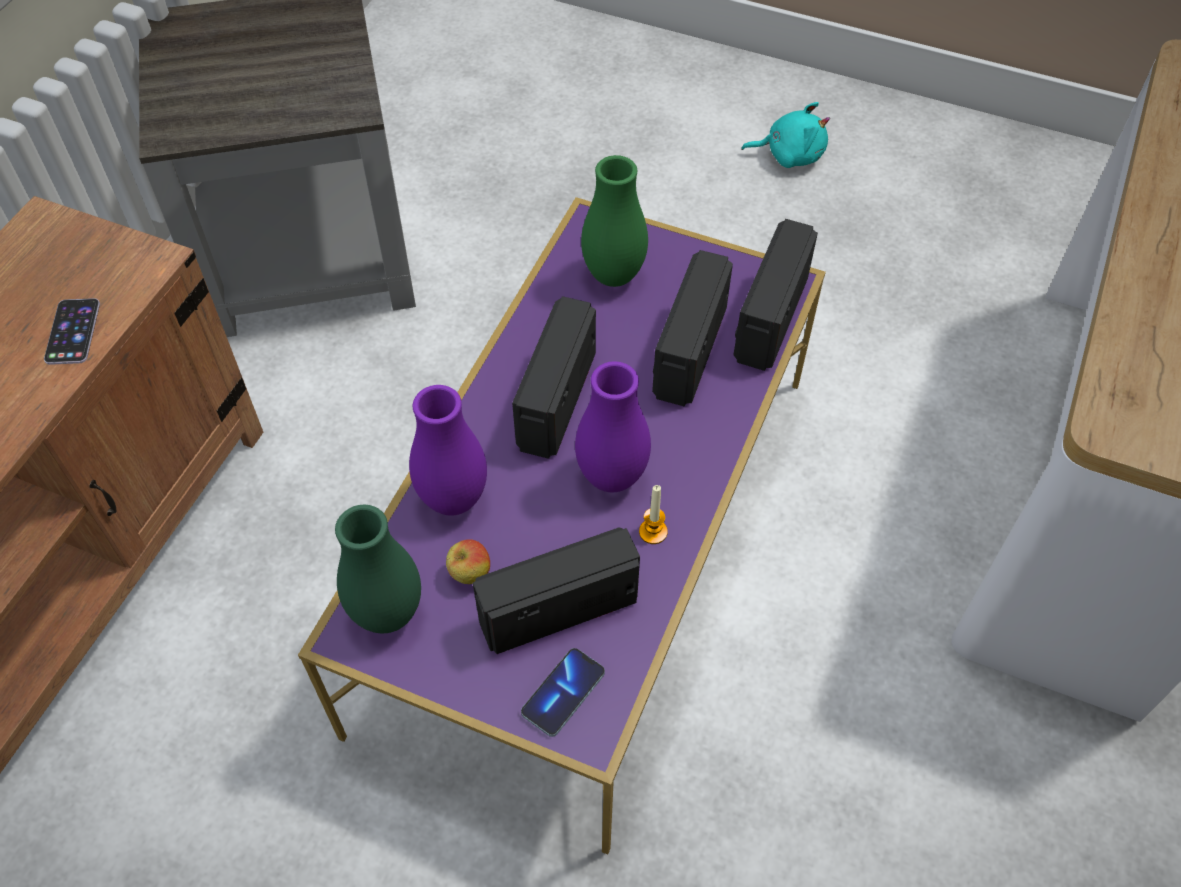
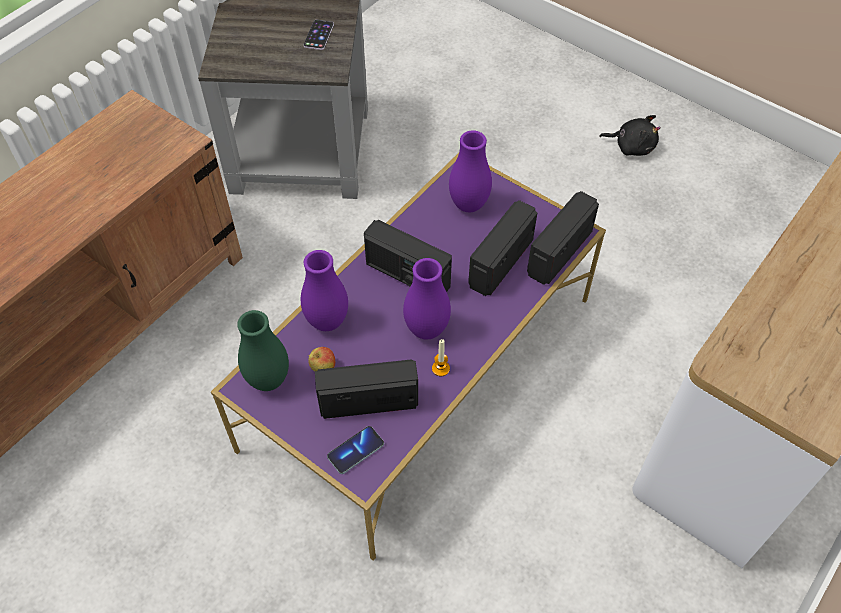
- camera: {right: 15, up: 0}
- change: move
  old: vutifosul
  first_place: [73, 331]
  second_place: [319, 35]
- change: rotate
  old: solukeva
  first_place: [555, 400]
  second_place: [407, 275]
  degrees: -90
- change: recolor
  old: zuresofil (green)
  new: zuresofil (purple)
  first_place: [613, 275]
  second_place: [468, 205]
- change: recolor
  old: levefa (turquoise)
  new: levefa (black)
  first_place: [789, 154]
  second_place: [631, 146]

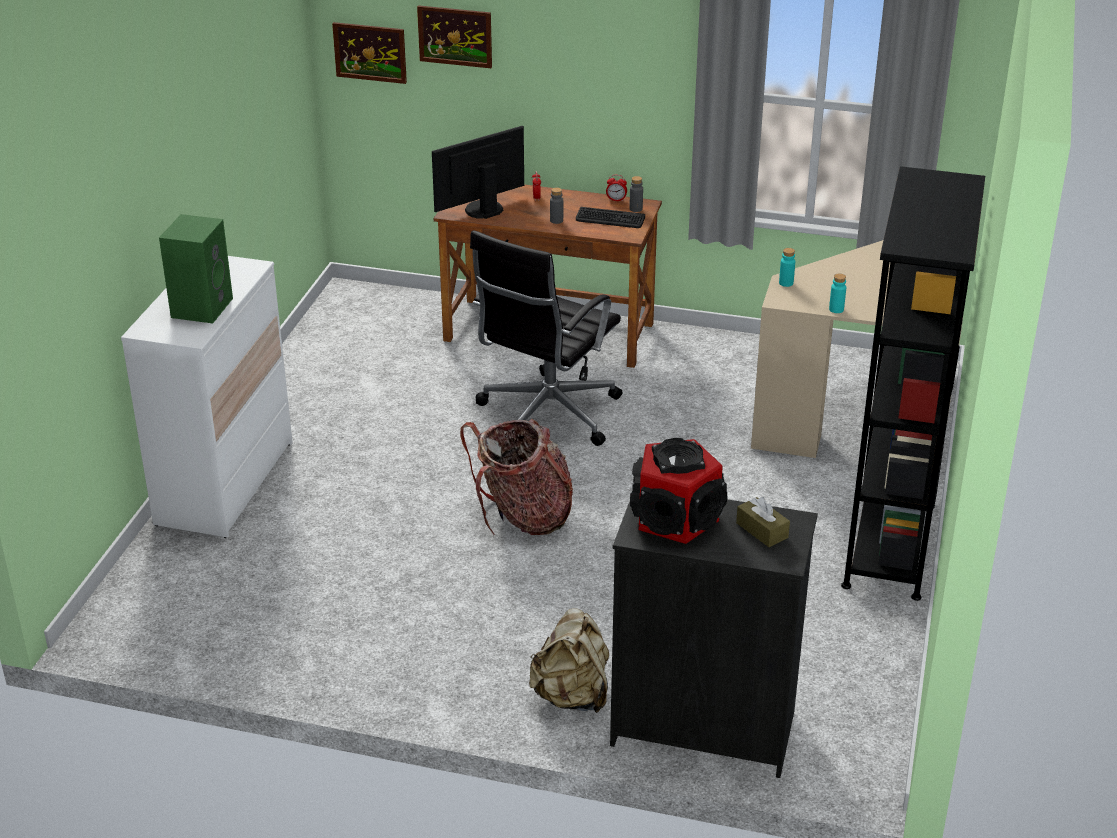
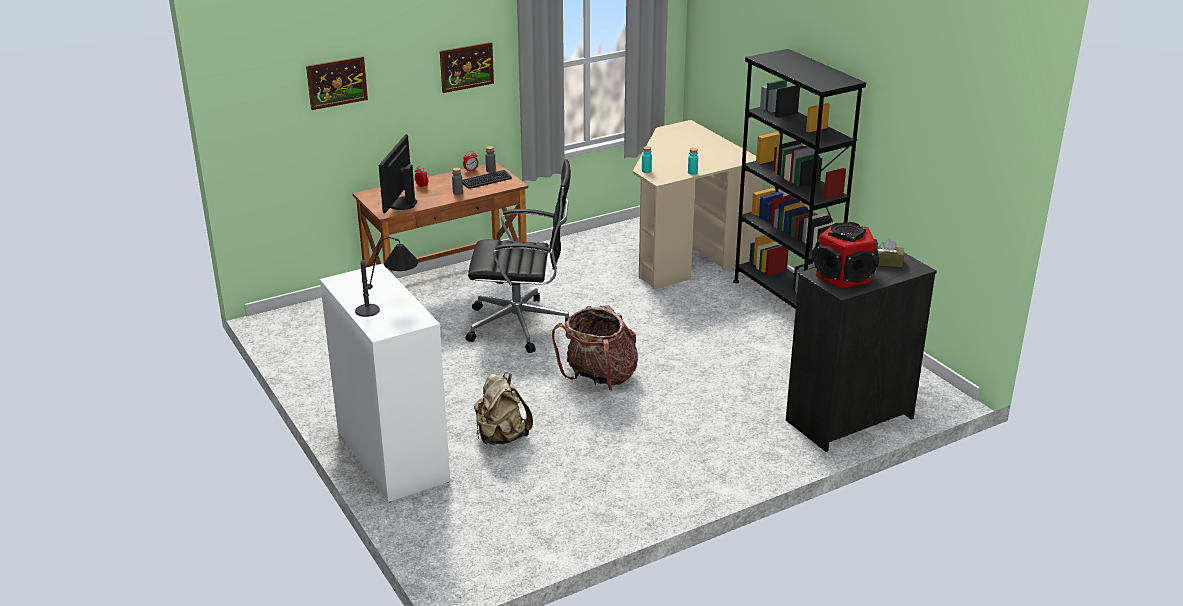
- camera: {right: -45, up: -5}
- change: replace
  old: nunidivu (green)
  new: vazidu
  first_place: [201, 307]
  second_place: [390, 304]
- change: move
  old: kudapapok
  first_place: [370, 52]
  second_place: [466, 67]
- change: rotate
  old: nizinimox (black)
  first_place: [546, 415]
  second_place: [522, 325]
  degrees: -75
- change: move
  old: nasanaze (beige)
  first_place: [572, 696]
  second_place: [501, 437]

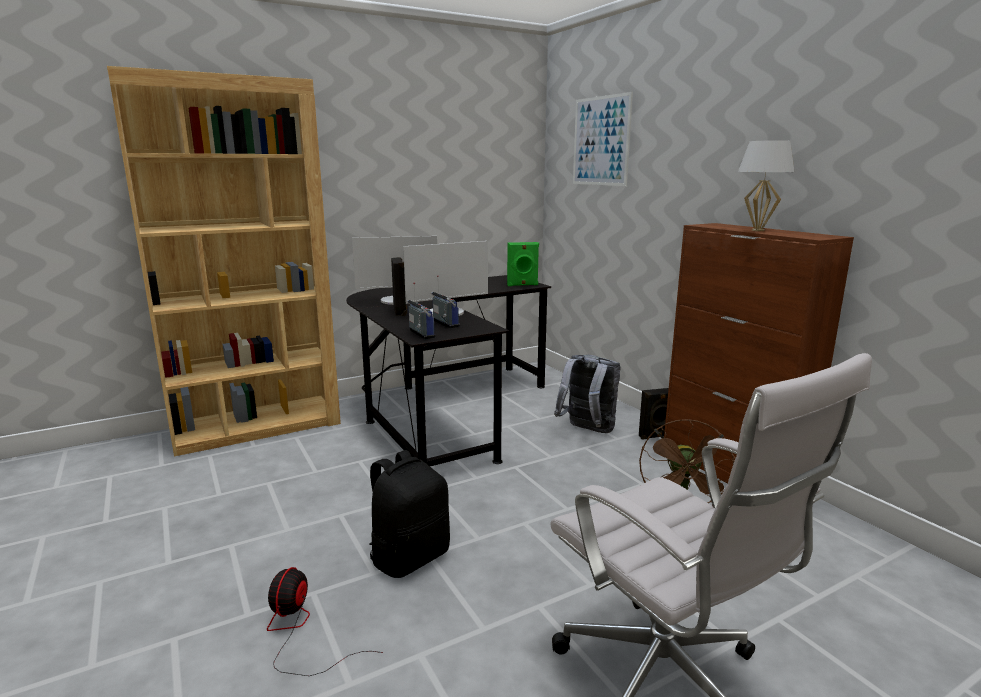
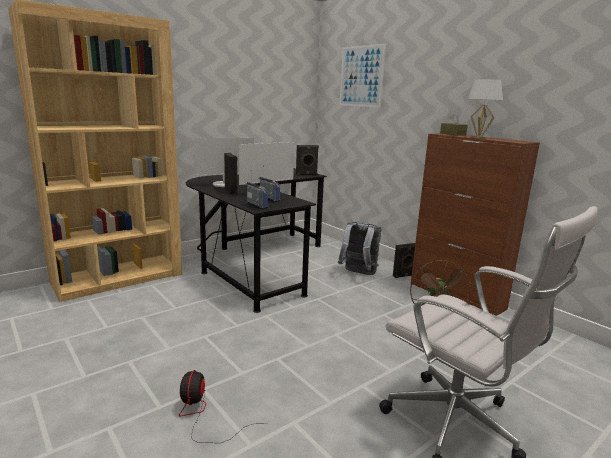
- camera: {right: -10, up: 0}
- change: recolor
  old: nunidivu (green)
  new: nunidivu (black)
  first_place: [522, 285]
  second_place: [306, 175]
- change: insert
  new: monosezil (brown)
  second_place: [452, 134]
- change: delete
  old: nasanaze (black)
  first_place: [410, 557]

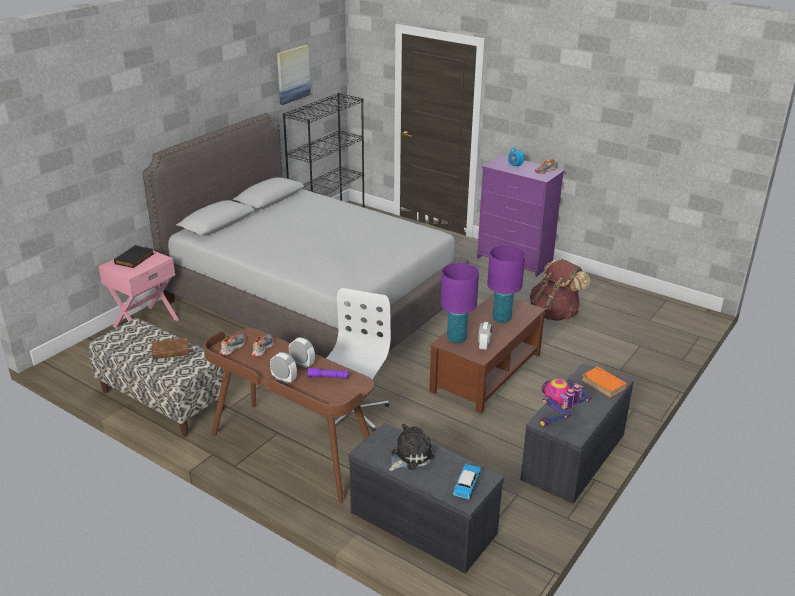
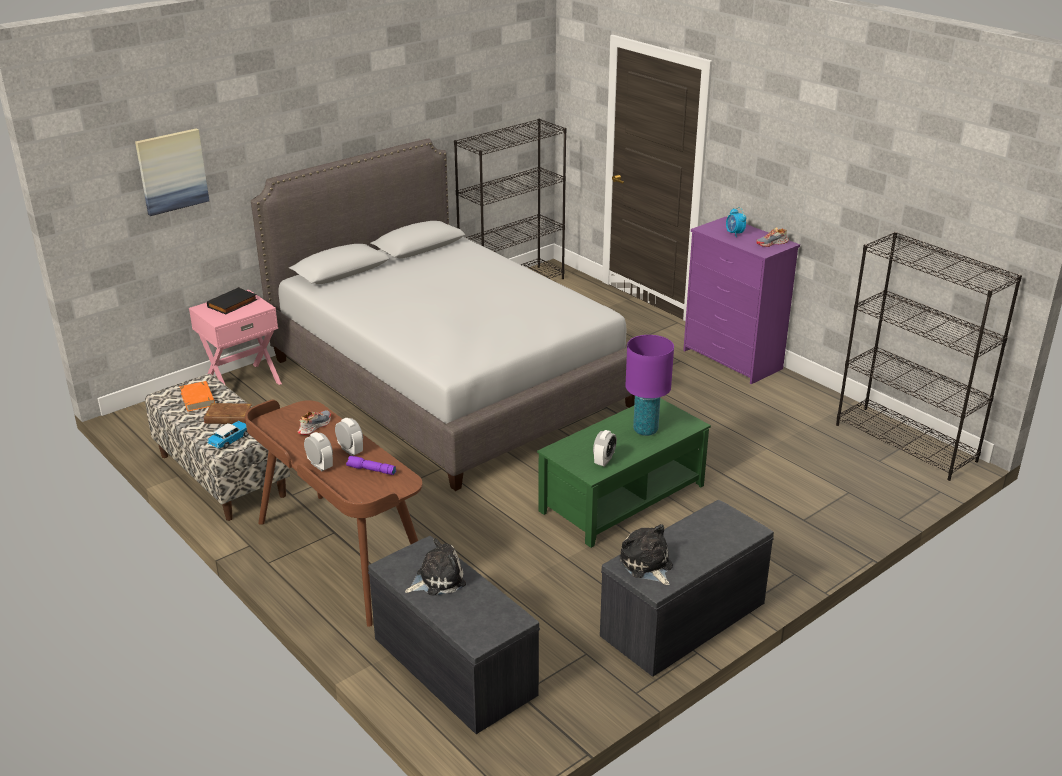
- camera: {right: 15, up: 0}
- change: move
  old: kudapapok
  first_place: [292, 74]
  second_place: [172, 171]
- change: move
  old: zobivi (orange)
  first_place: [603, 384]
  second_place: [198, 399]
- change: move
  old: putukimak
  first_place: [467, 485]
  second_place: [230, 440]
- change: recolor
  old: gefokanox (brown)
  new: gefokanox (green)
  first_place: [485, 372]
  second_place: [621, 497]
- change: replace
  old: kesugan
  new: levefa
  first_place: [559, 419]
  second_place: [647, 565]
- change: insert
  new: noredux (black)
  second_place: [906, 443]
- change: delete
  old: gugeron
  first_place: [232, 348]
- change: delete
  old: nizinimox (white)
  first_place: [352, 412]
- change: delete
  old: vazidu (purple)
  first_place: [456, 338]
- change: delete
  old: nasanaze (brown)
  first_place: [554, 314]

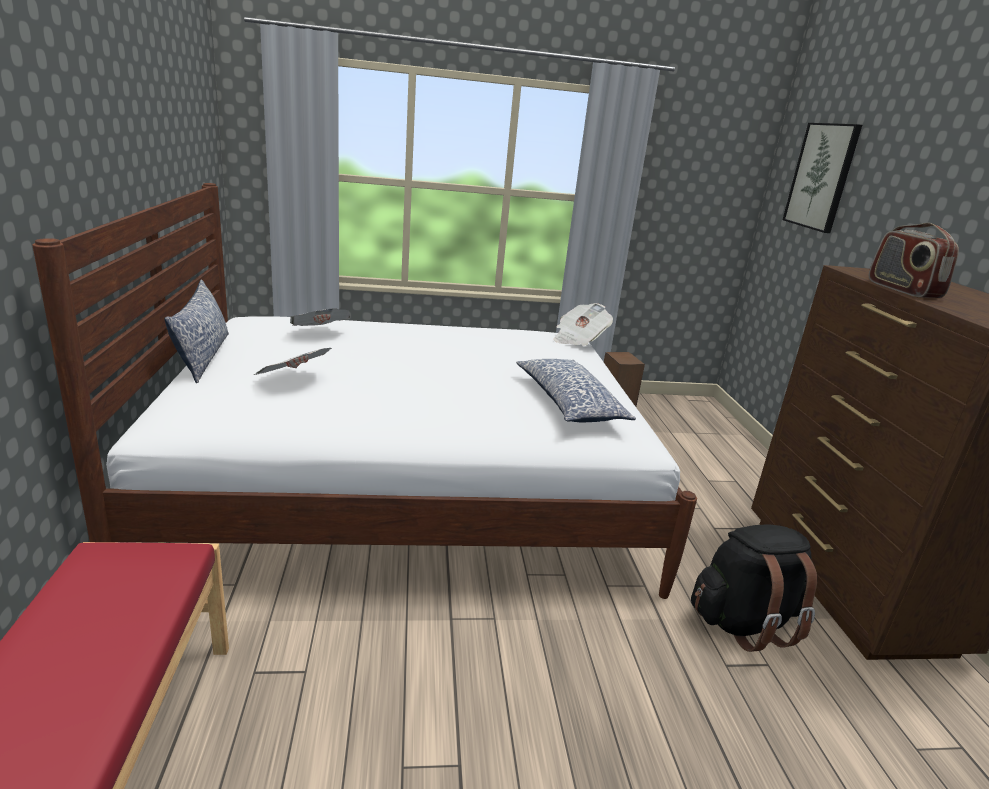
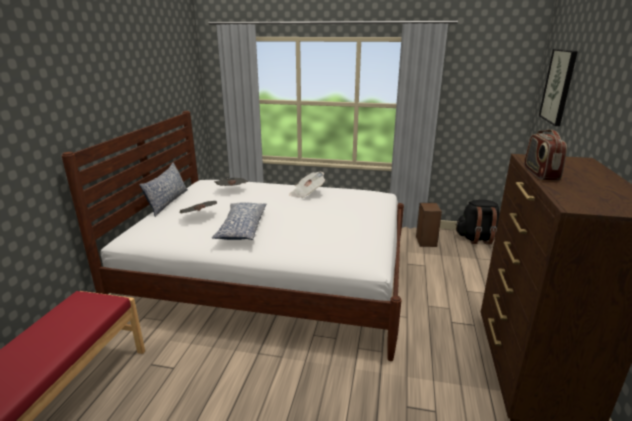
- camera: {right: 20, up: 0}
- change: move
  old: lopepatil
  first_place: [568, 403]
  second_place: [241, 228]
- change: move
  old: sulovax
  first_place: [579, 339]
  second_place: [307, 194]
- change: move
  old: nasanaze (black)
  first_place: [744, 623]
  second_place: [477, 239]

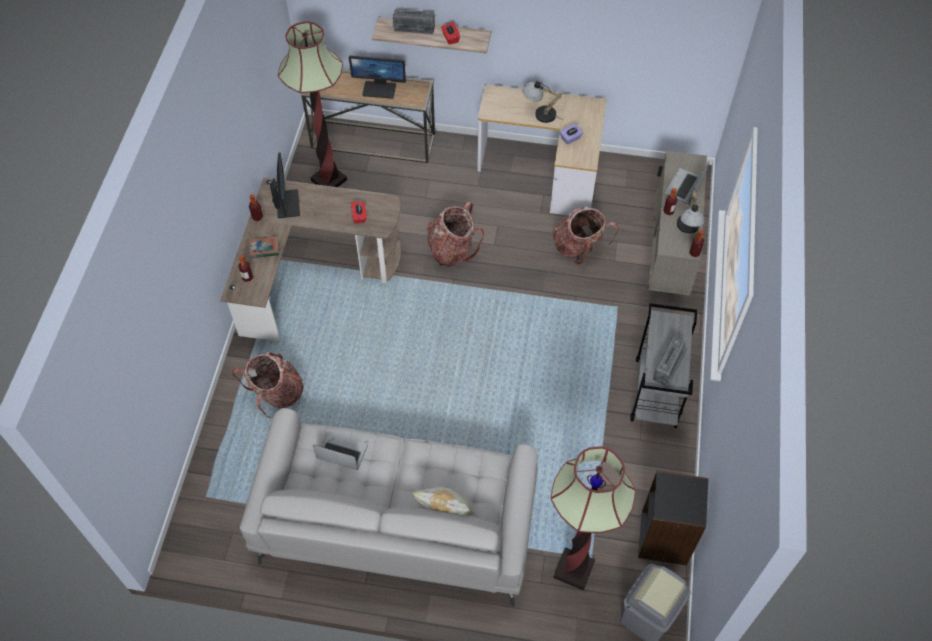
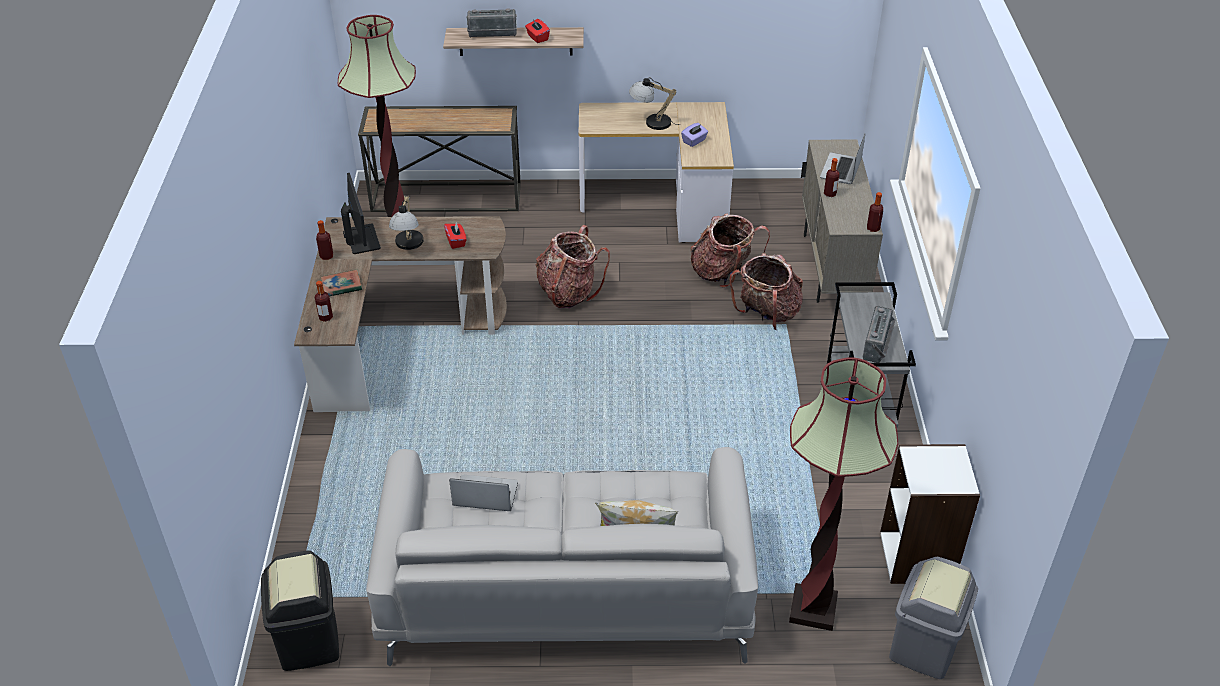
- camera: {right: -10, up: -15}
- change: insert
  new: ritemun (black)
  second_place: [310, 641]
- change: move
  old: vazidu
  first_place: [687, 229]
  second_place: [408, 246]
- change: move
  old: nasanaze
  first_place: [276, 394]
  second_place: [767, 314]
- change: recolor
  old: noredux (black)
  new: noredux (white)
  first_place: [664, 538]
  second_place: [917, 557]
- change: delete
  old: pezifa
  first_place: [379, 89]

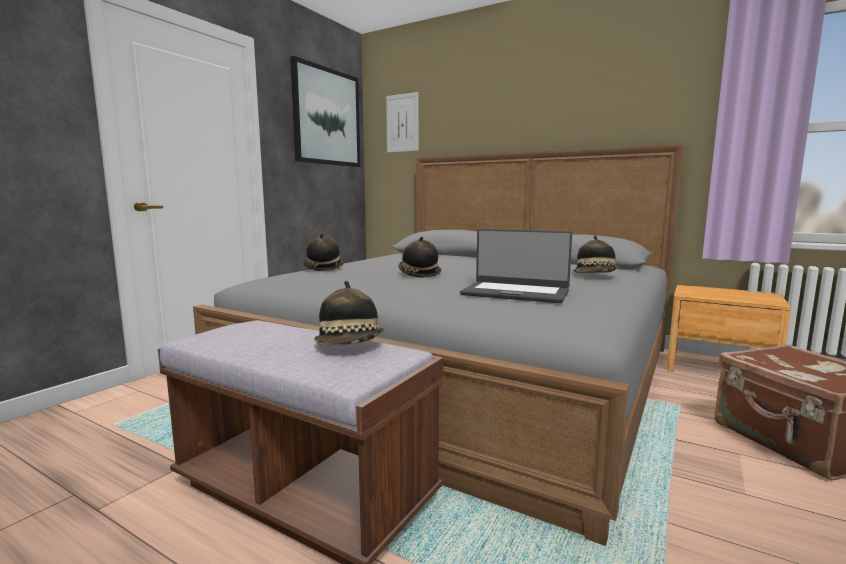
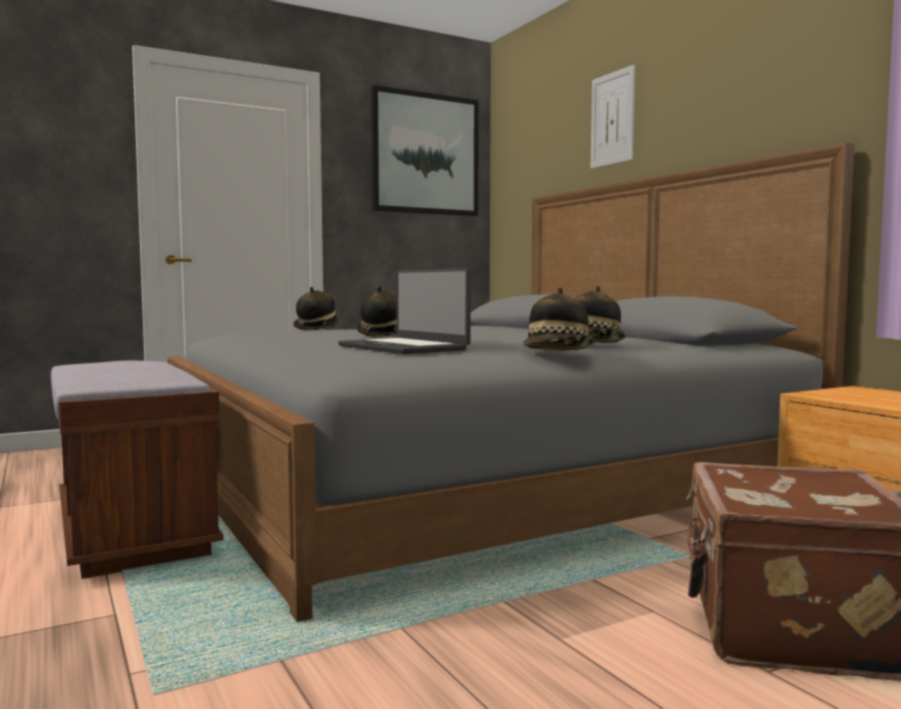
- camera: {right: 30, up: -5}
- change: move
  old: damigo
  first_place: [350, 345]
  second_place: [558, 353]
- change: move
  old: kudapapok
  first_place: [402, 123]
  second_place: [612, 118]

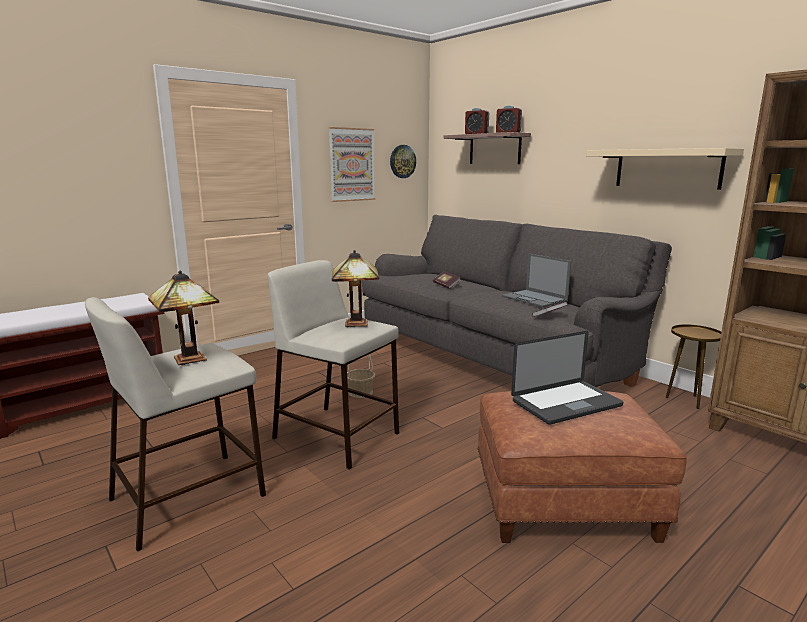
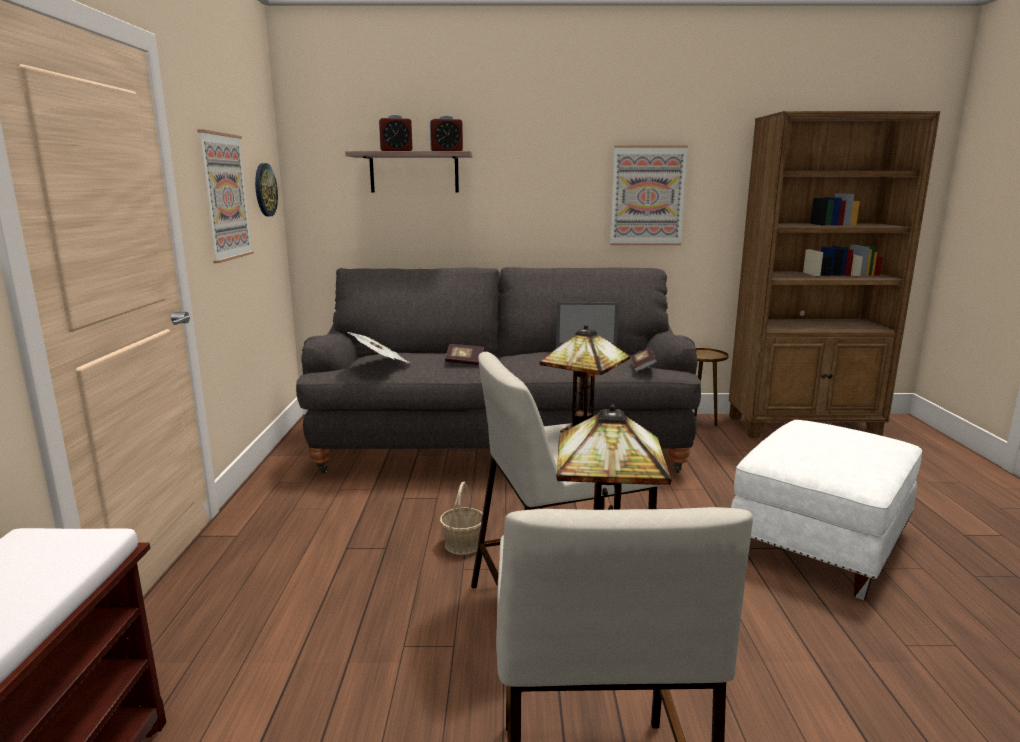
- camera: {right: -50, up: 0}
- change: insert
  new: sulovax
  second_place: [380, 363]
- change: replace
  old: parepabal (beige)
  new: kudapapok
  first_place: [667, 168]
  second_place: [647, 196]
- change: recolor
  old: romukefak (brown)
  new: romukefak (white)
  first_place: [565, 503]
  second_place: [818, 542]
- change: delete
  old: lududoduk
  first_place: [566, 403]

